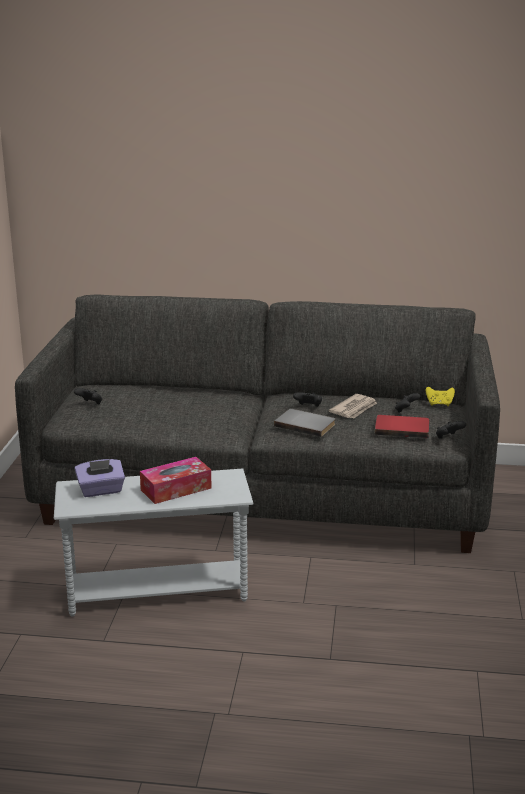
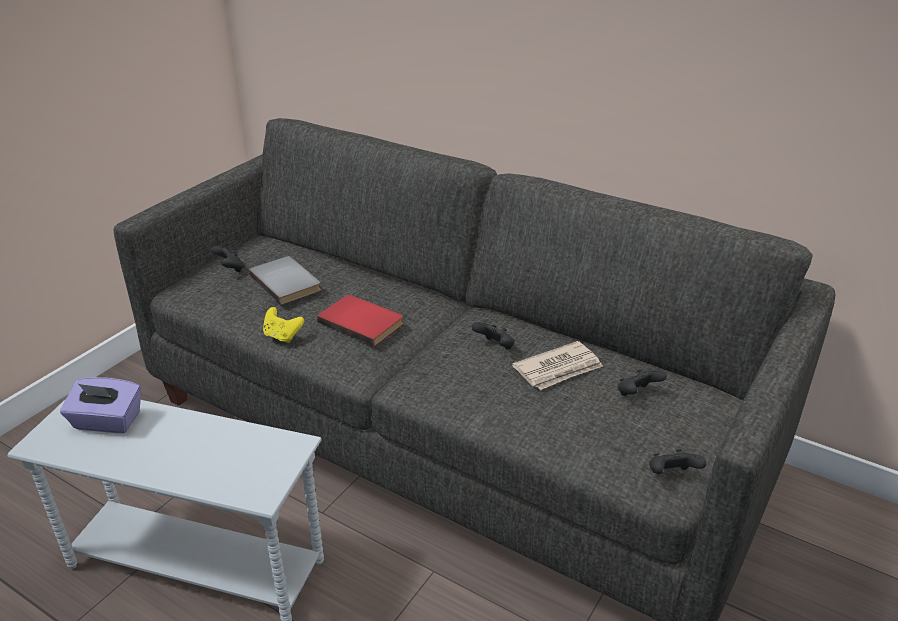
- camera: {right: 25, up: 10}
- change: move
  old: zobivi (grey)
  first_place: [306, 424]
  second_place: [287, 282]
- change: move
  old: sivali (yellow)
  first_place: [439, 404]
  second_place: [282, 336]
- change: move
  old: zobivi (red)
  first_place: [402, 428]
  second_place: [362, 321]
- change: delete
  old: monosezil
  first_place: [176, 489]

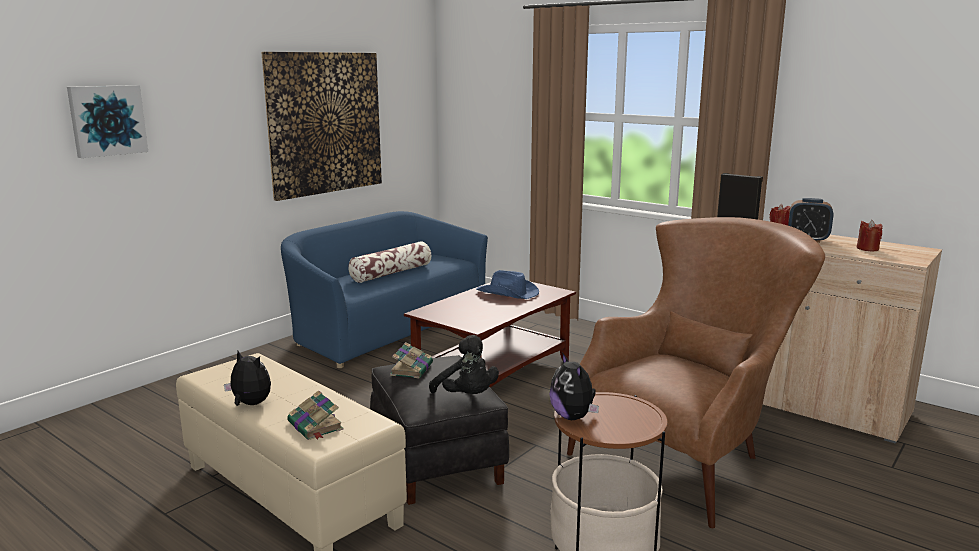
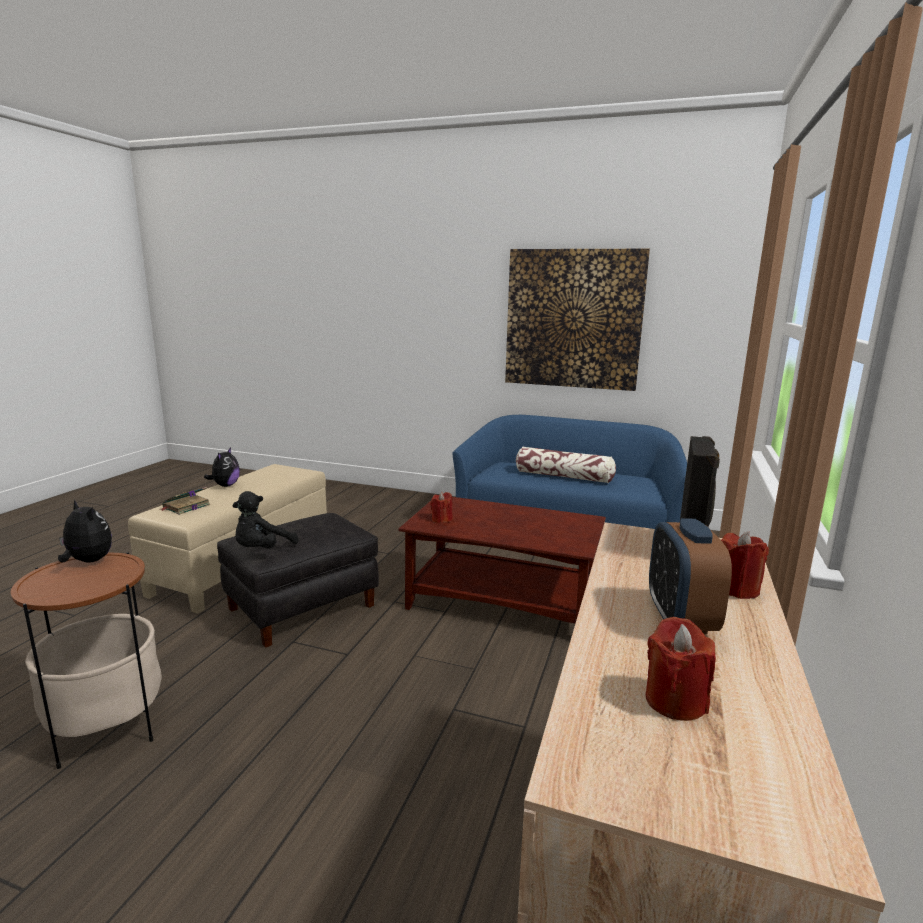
- camera: {right: 70, up: 0}
- change: rotate
  old: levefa
  first_place: [573, 417]
  second_place: [88, 561]
  degrees: 75
- change: insert
  new: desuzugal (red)
  second_place: [441, 520]
- change: delete
  old: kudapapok
  first_place: [107, 120]
- change: delete
  old: zobivi
  first_place: [412, 369]
- change: delete
  old: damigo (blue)
  first_place: [508, 293]
- change: delete
  old: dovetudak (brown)
  first_place: [688, 454]

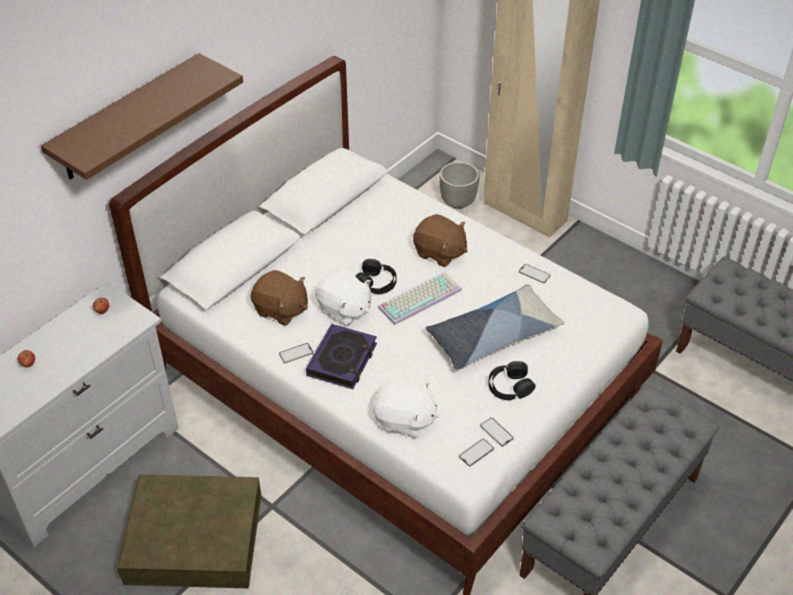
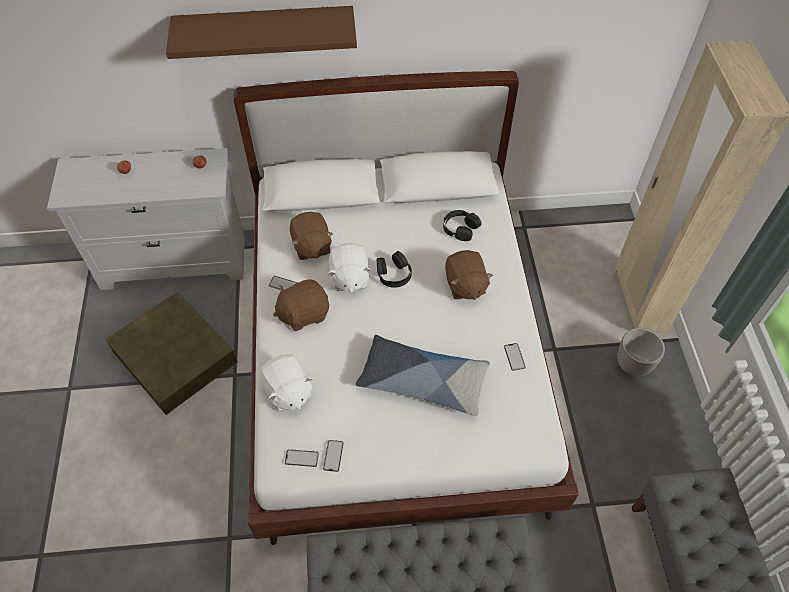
- camera: {right: 45, up: 10}
- change: replace
  old: zobivi
  new: levefa (brown)
  first_place: [342, 360]
  second_place: [303, 313]
- change: move
  old: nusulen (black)
  first_place: [509, 386]
  second_place: [460, 228]
- change: move
  old: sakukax
  first_place: [458, 202]
  second_place: [633, 365]
- change: delete
  old: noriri
  first_place: [420, 297]

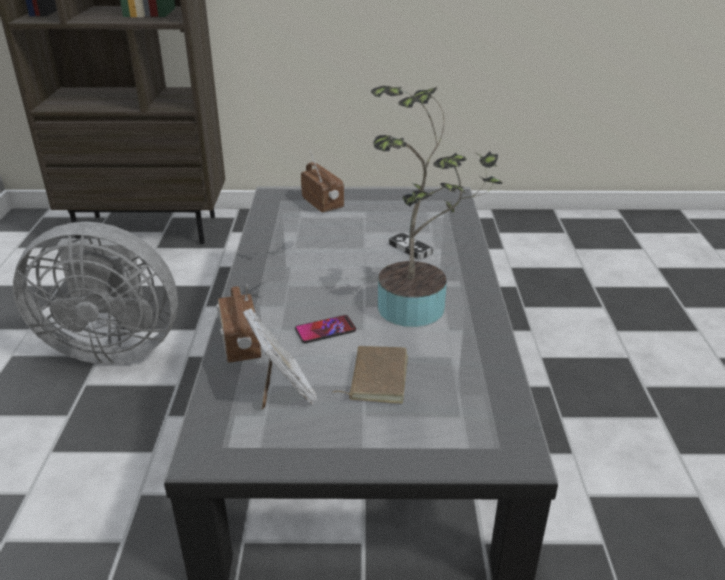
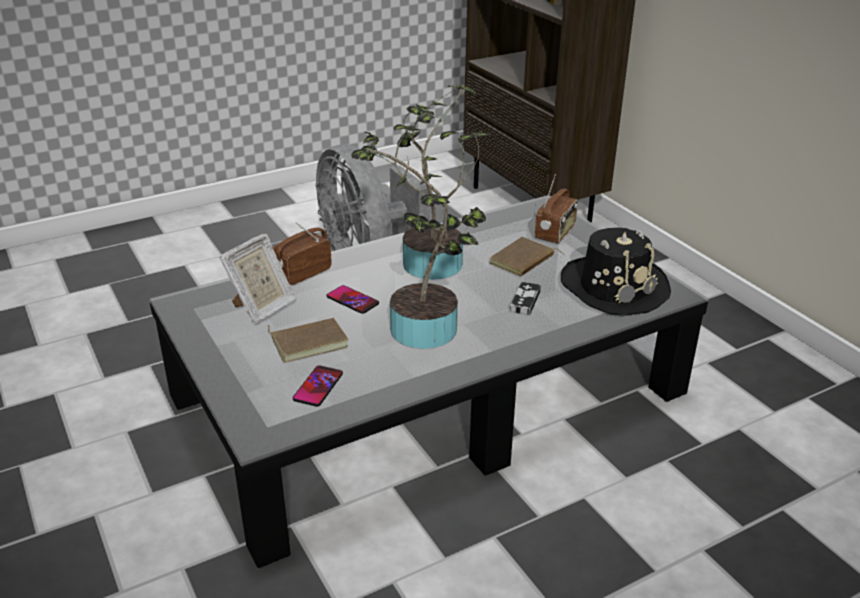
- camera: {right: 60, up: 0}
- change: insert
  new: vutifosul
  second_place: [318, 386]
- change: insert
  new: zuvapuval
  second_place: [424, 264]
- change: insert
  new: zobivi (brown)
  second_place: [523, 261]
- change: insert
  new: damigo (black)
  second_place: [613, 287]

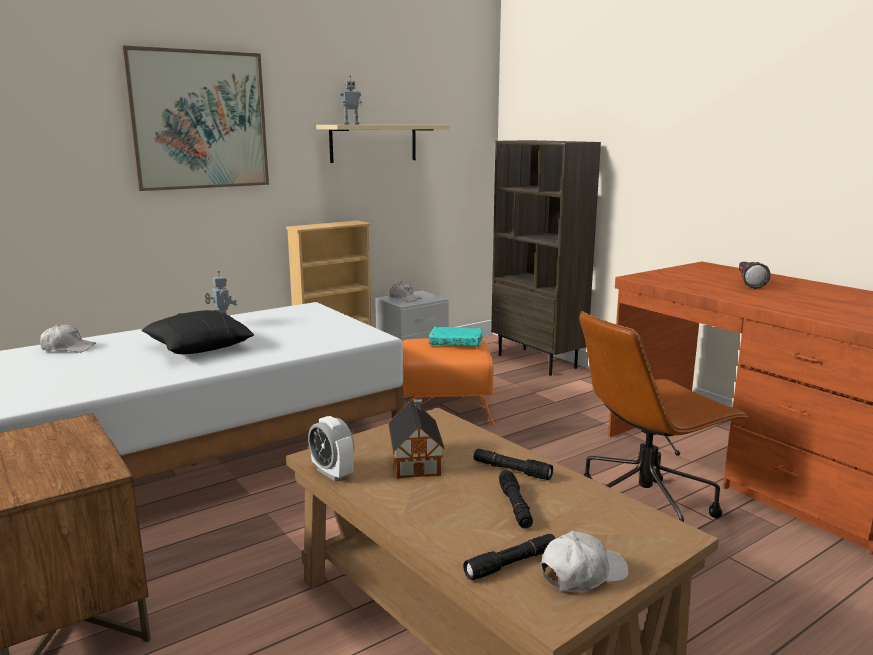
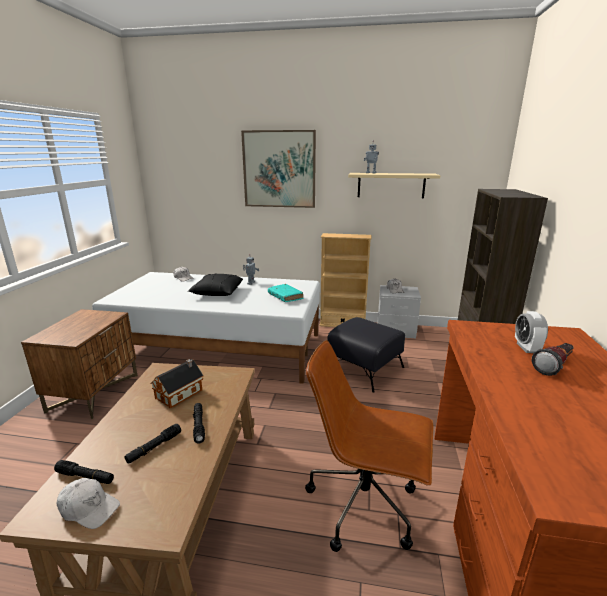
- camera: {right: 45, up: 5}
- change: move
  old: zobivi (turquoise)
  first_place: [456, 343]
  second_place: [285, 297]
- change: recolor
  old: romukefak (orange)
  new: romukefak (black)
  first_place: [446, 408]
  second_place: [364, 369]
- change: move
  old: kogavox
  first_place: [332, 473]
  second_place: [526, 348]

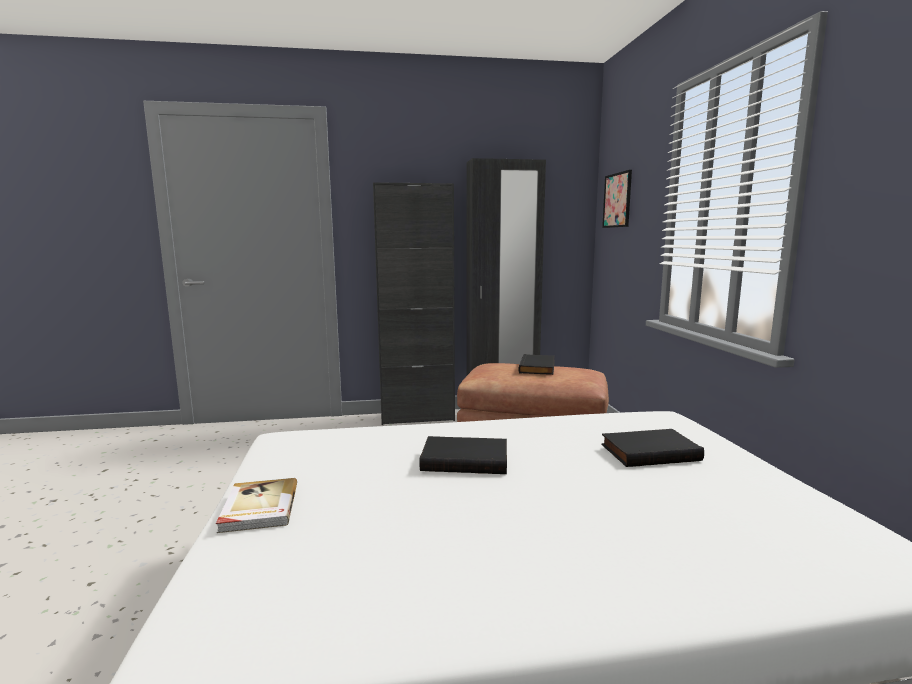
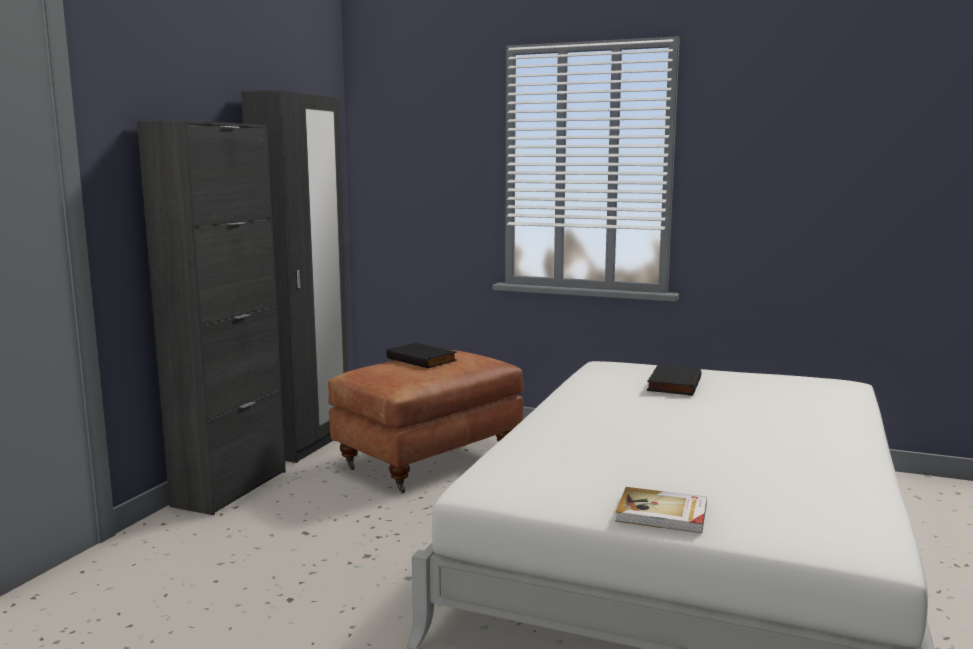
- camera: {right: -60, up: 0}
- change: delete
  old: zobivi (black)
  first_place: [465, 459]
- change: delete
  old: kudapapok
  first_place: [617, 200]

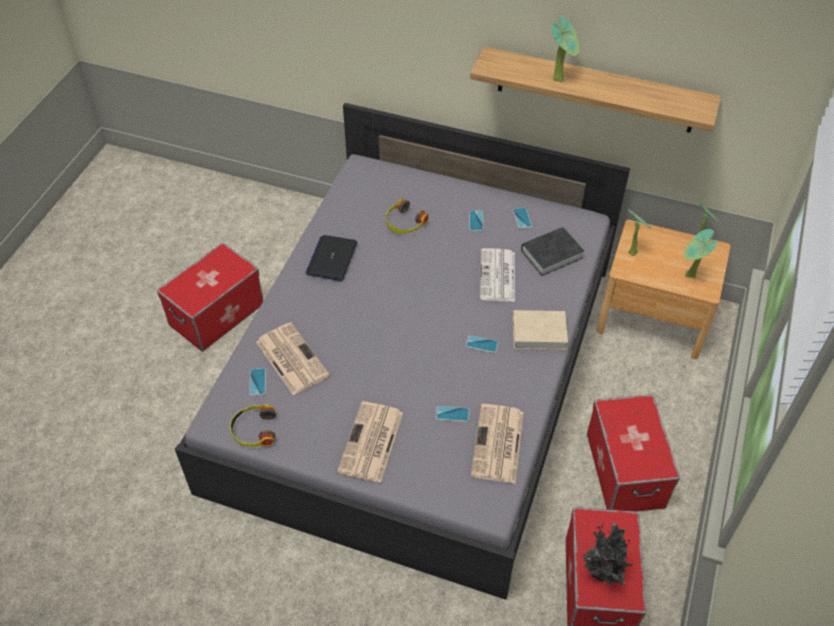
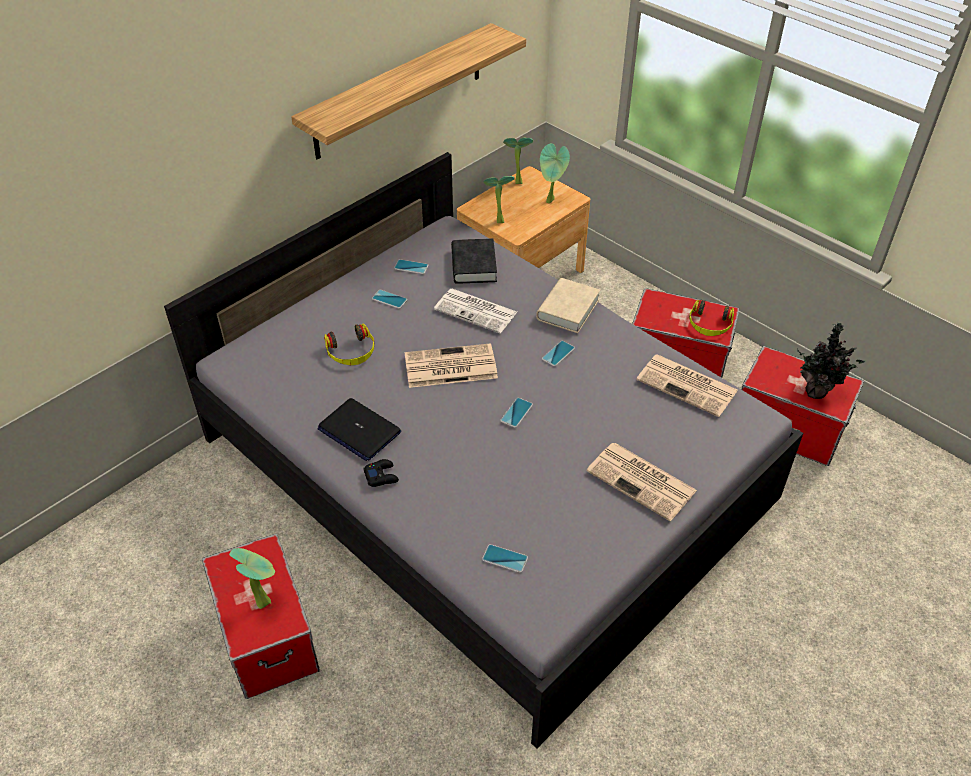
- camera: {right: -65, up: -5}
- change: move
  old: zuvapuval
  first_place: [560, 79]
  second_place: [264, 600]
- change: insert
  new: sivali (black)
  second_place: [381, 476]
- change: move
  old: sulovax
  first_place: [291, 358]
  second_place: [449, 367]
- change: move
  old: vutifosul
  first_place: [452, 414]
  second_place: [516, 413]
- change: move
  old: nusulen
  first_place: [254, 430]
  second_place: [709, 324]

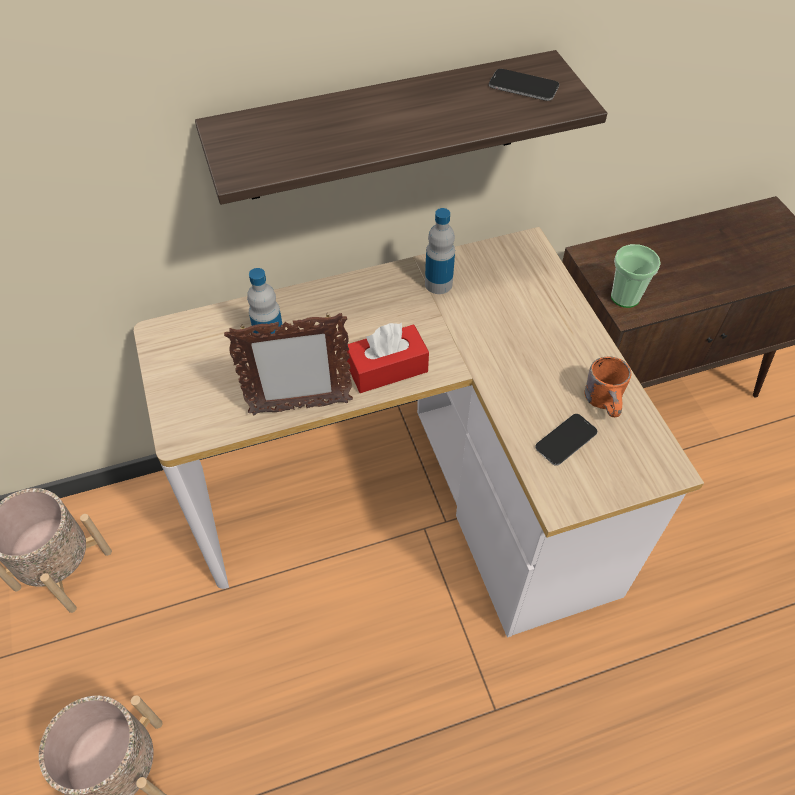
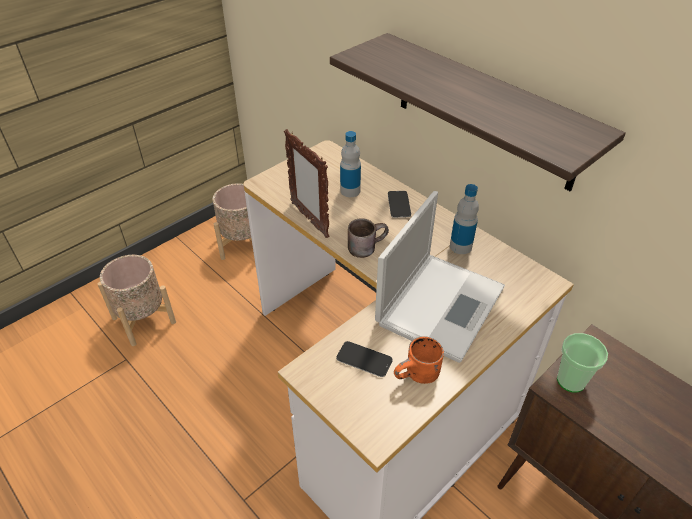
- camera: {right: 65, up: -10}
- change: replace
  old: monosezil (red)
  new: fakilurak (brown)
  first_place: [387, 368]
  second_place: [365, 246]
- change: insert
  new: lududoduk
  second_place: [441, 303]
- change: move
  old: vutifosul
  first_place: [523, 86]
  second_place: [399, 205]

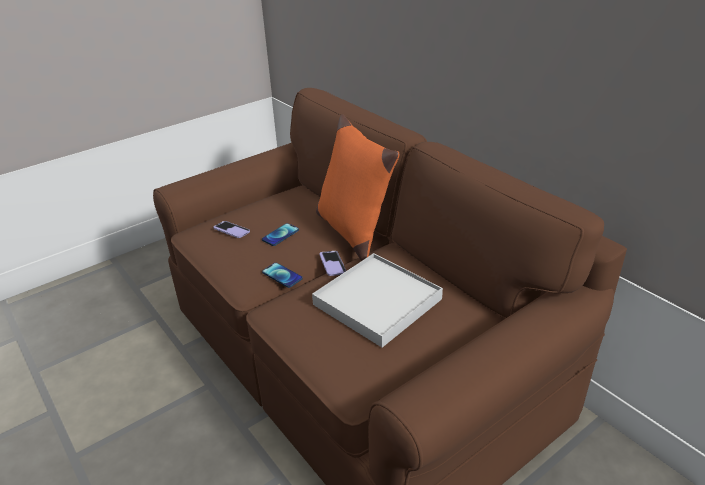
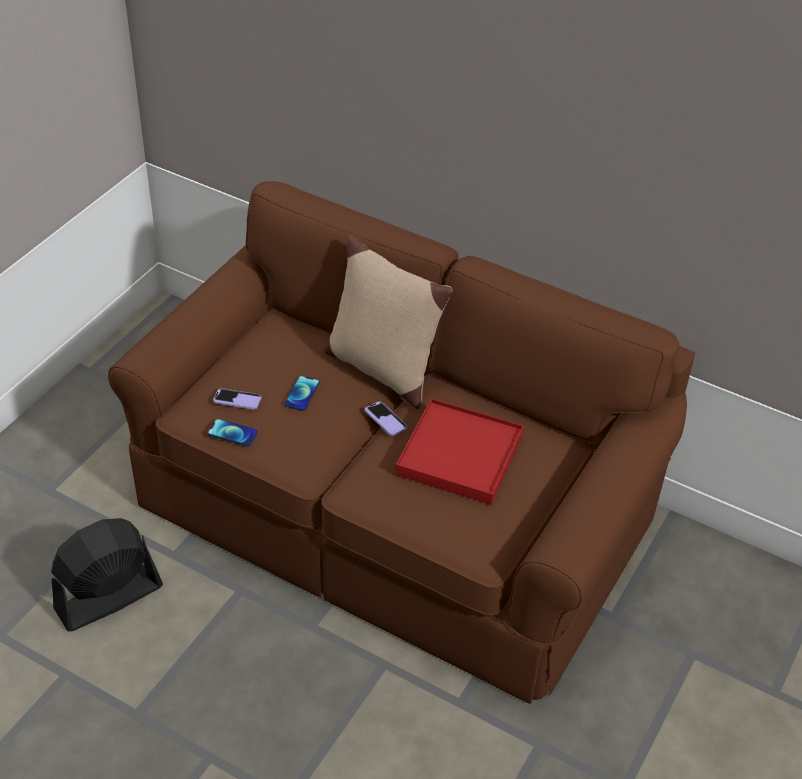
- camera: {right: -25, up: 10}
- change: insert
  new: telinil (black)
  second_place: [108, 597]
- change: move
  old: vutifosul
  first_place: [282, 275]
  second_place: [232, 433]
- change: recolor
  old: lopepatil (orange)
  new: lopepatil (beige)
  first_place: [353, 231]
  second_place: [381, 369]
- change: recolor
  old: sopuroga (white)
  new: sopuroga (red)
  first_place: [378, 302]
  second_place: [460, 455]

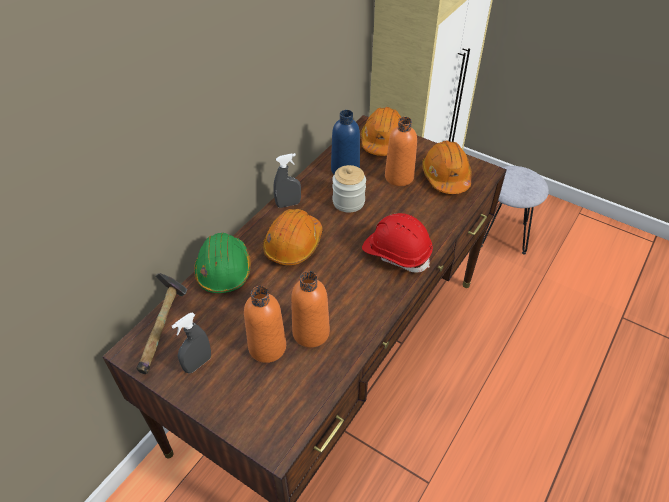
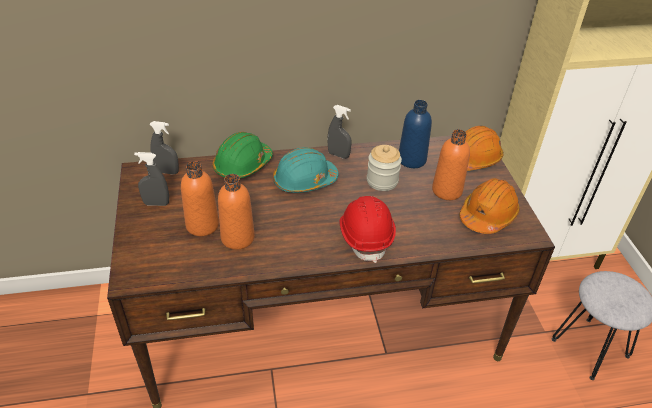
- camera: {right: 45, up: -5}
- change: replace
  old: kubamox
  new: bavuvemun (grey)
  first_place: [163, 328]
  second_place: [167, 172]
- change: recolor
  old: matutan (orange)
  new: matutan (turquoise)
  first_place: [293, 244]
  second_place: [304, 181]

